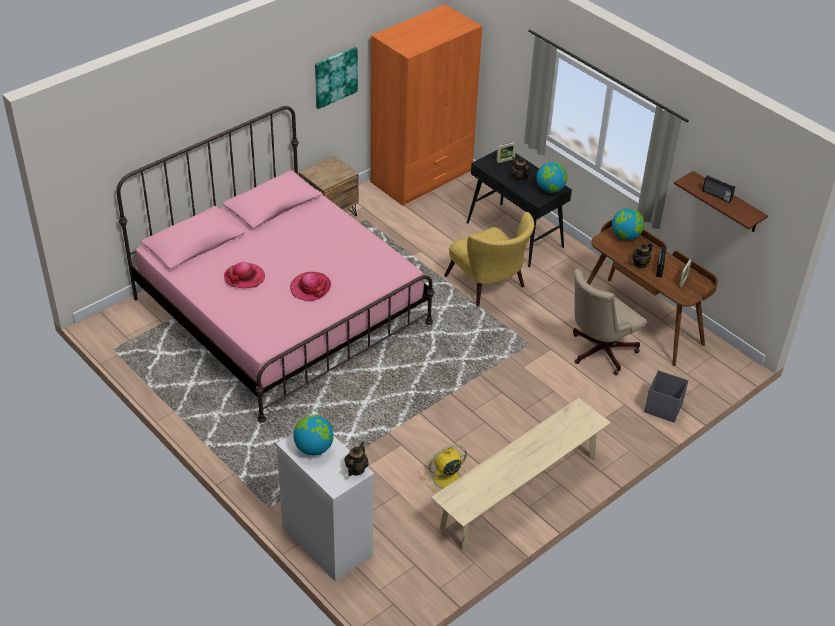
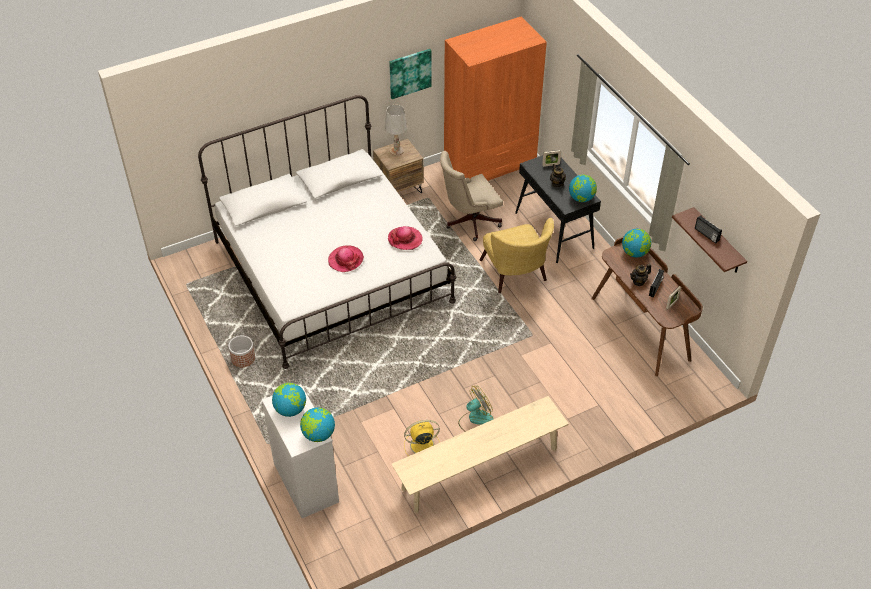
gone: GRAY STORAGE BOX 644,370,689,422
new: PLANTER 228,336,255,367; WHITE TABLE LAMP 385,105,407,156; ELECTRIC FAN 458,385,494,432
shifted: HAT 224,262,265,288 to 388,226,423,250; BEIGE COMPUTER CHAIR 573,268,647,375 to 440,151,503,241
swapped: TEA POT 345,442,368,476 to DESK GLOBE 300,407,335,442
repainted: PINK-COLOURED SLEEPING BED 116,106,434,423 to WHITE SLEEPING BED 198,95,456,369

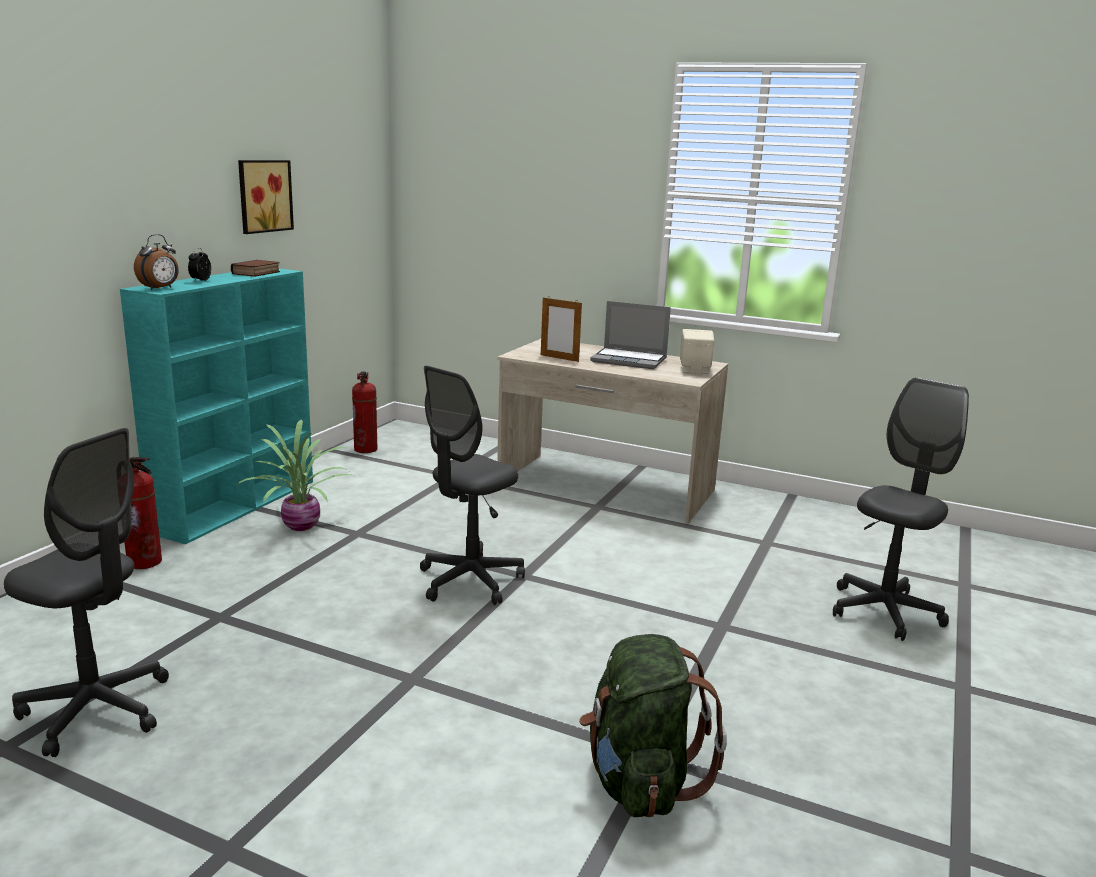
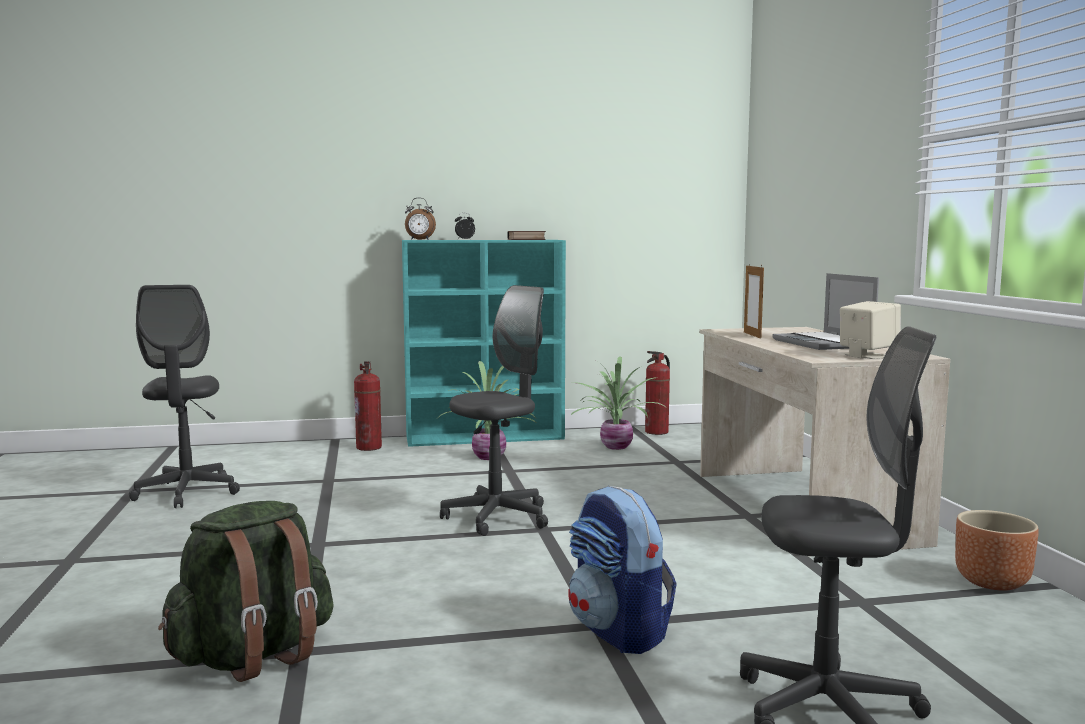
gone: WALL PICTURE 238,160,294,234
new: RUCKSACK 568,486,677,654; HOUSEPLANT 570,356,668,450; BROWNISH PLANTER 955,510,1039,591
rotated: GRAY COMPUTER CHAIR 420,366,525,605 = 440,285,548,536 135 degrees clockwise

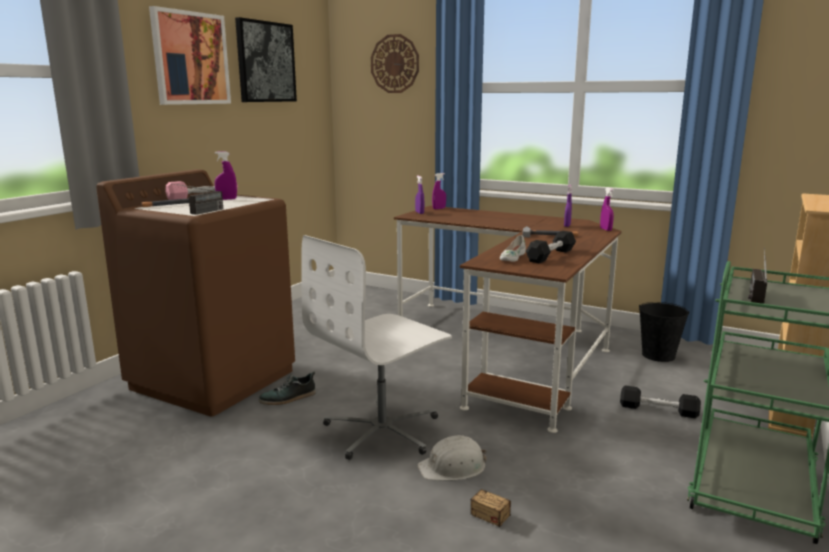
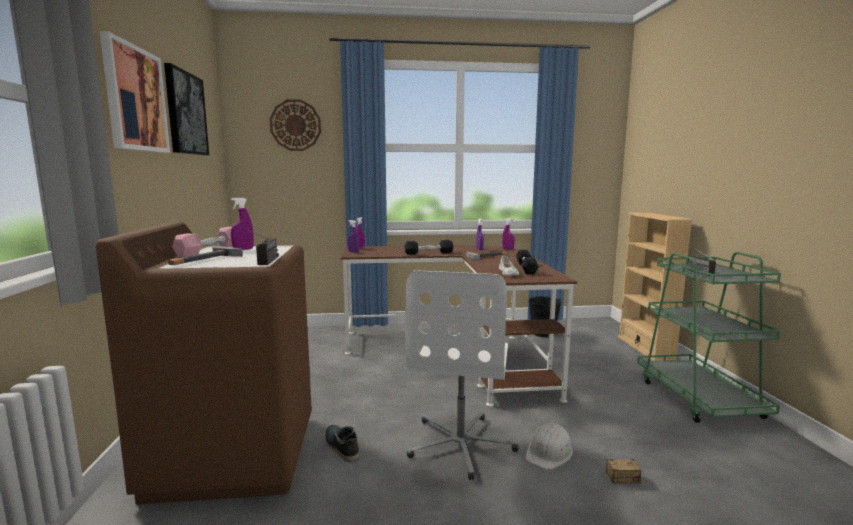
shifted: BLACK-COLOURED FREE WEIGHT 620,385,701,418 to 404,240,453,255
rotated: LOW SHOE 259,371,316,405 = 325,425,359,462 120 degrees clockwise

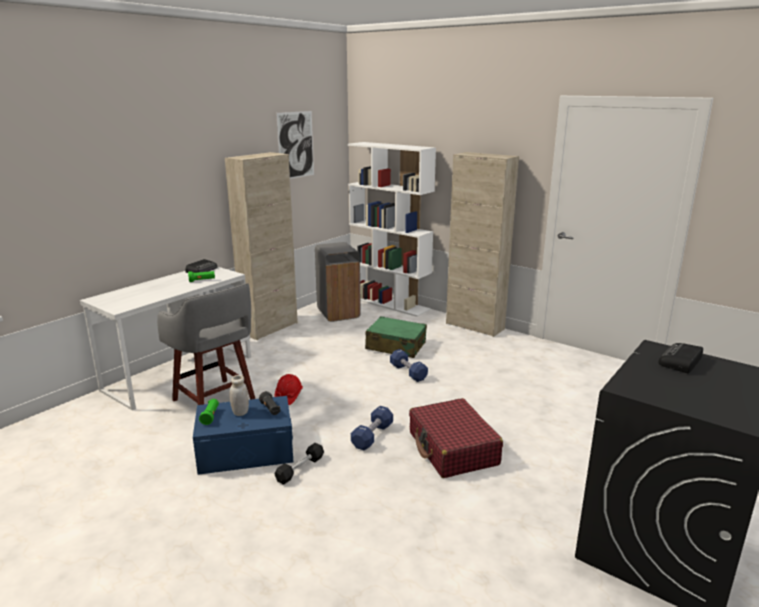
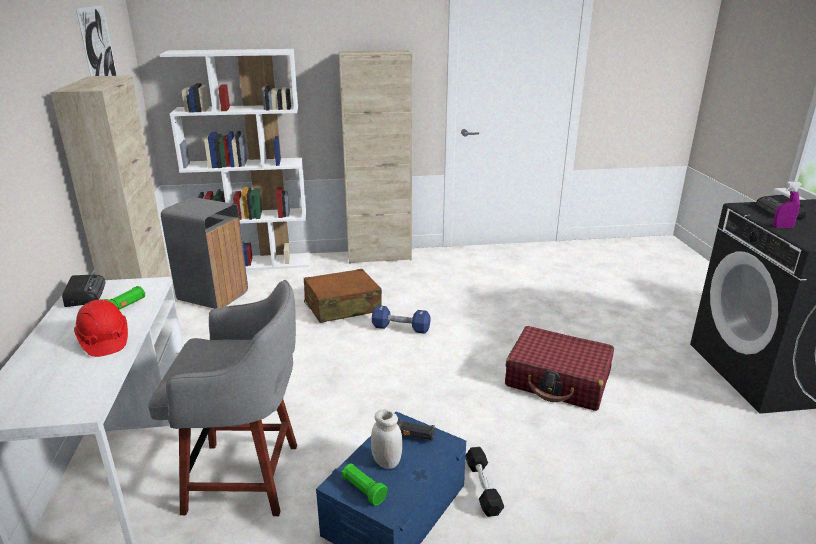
gone: BLUE FREE WEIGHT 351,406,393,450
new: PURPLISH SPRAYER 773,181,802,228
shifted: REDDISH HARD HAT 274,374,303,405 to 74,299,128,357
repainted: GREEN-COLOURED SUITCASE 365,316,427,358 to BROWNISH SUITCASE 304,269,382,323

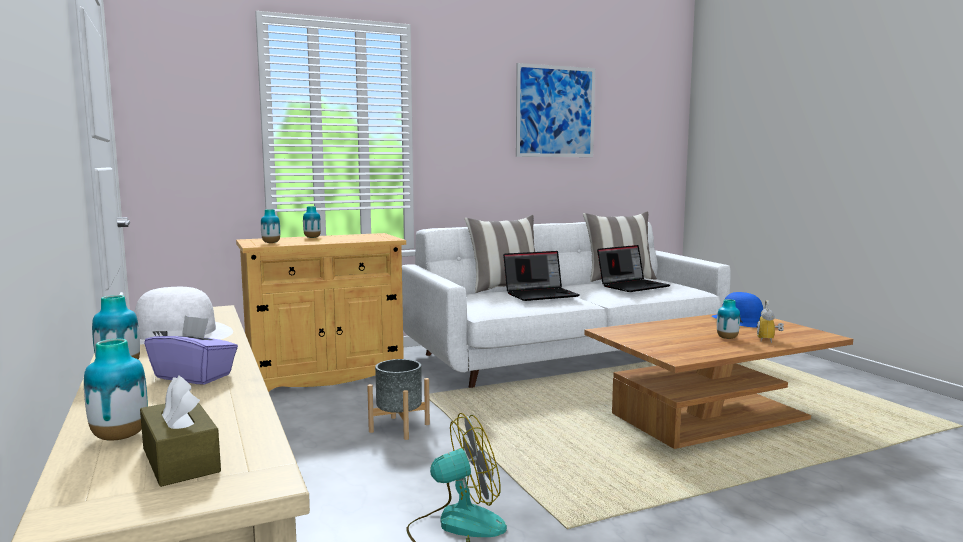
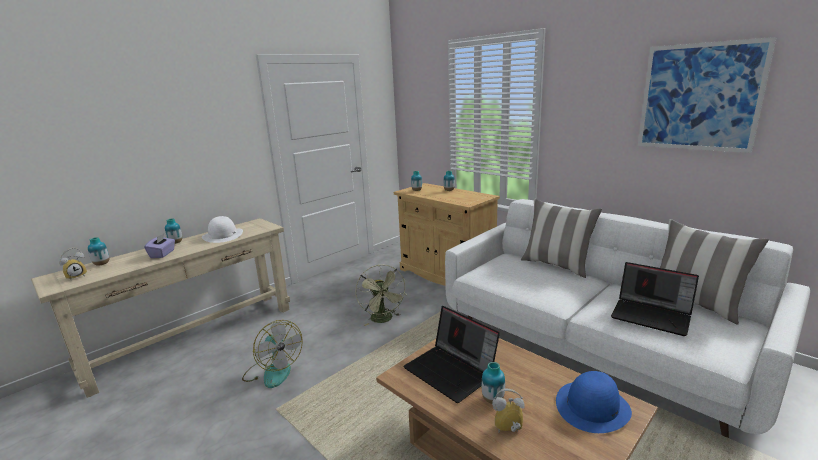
shifted: NOTEBOOK COMPUTER 503,251,580,301 to 403,306,500,403
swapped: BROWNISH TISSUE BOX 140,375,221,487 to ALARM CLOCK 59,248,87,281; GRAY PLANTER 367,359,430,440 to GREEN-COLOURED ELECTRIC FAN 356,264,407,326

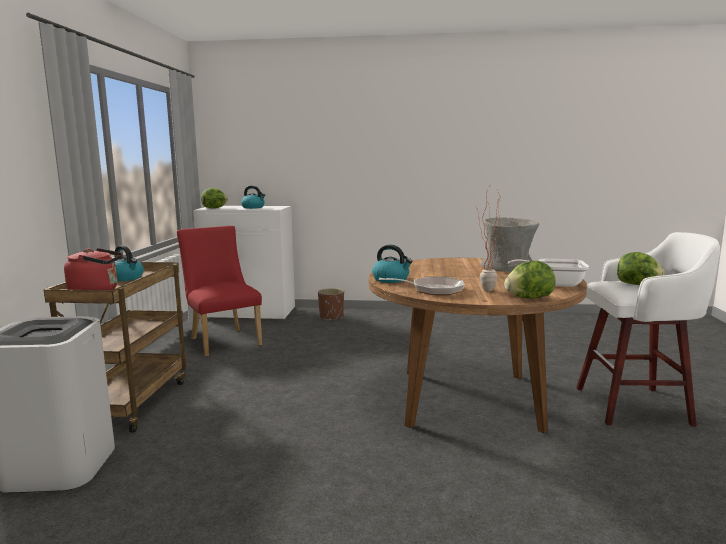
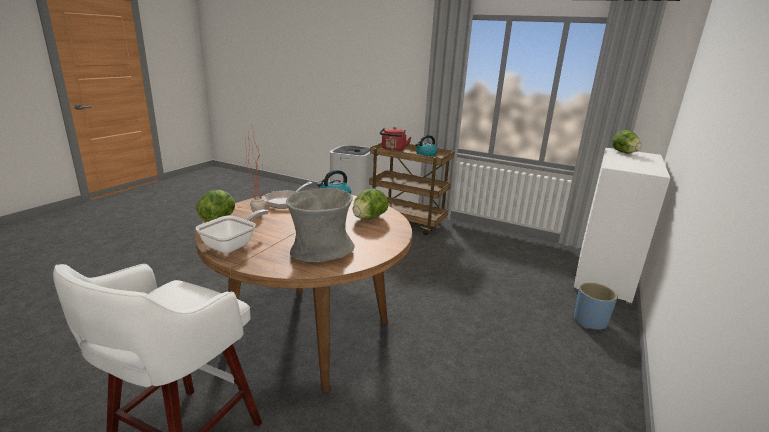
gone: REDDISH PLAIN CHAIR 177,226,262,357; TEA KETTLE 241,186,265,209
shifted: LETTUCE HEAD 617,252,664,285 to 353,189,388,220
repainted: BROWNISH PLANTER 318,288,344,321 to BLUE PLANTER 574,282,618,330

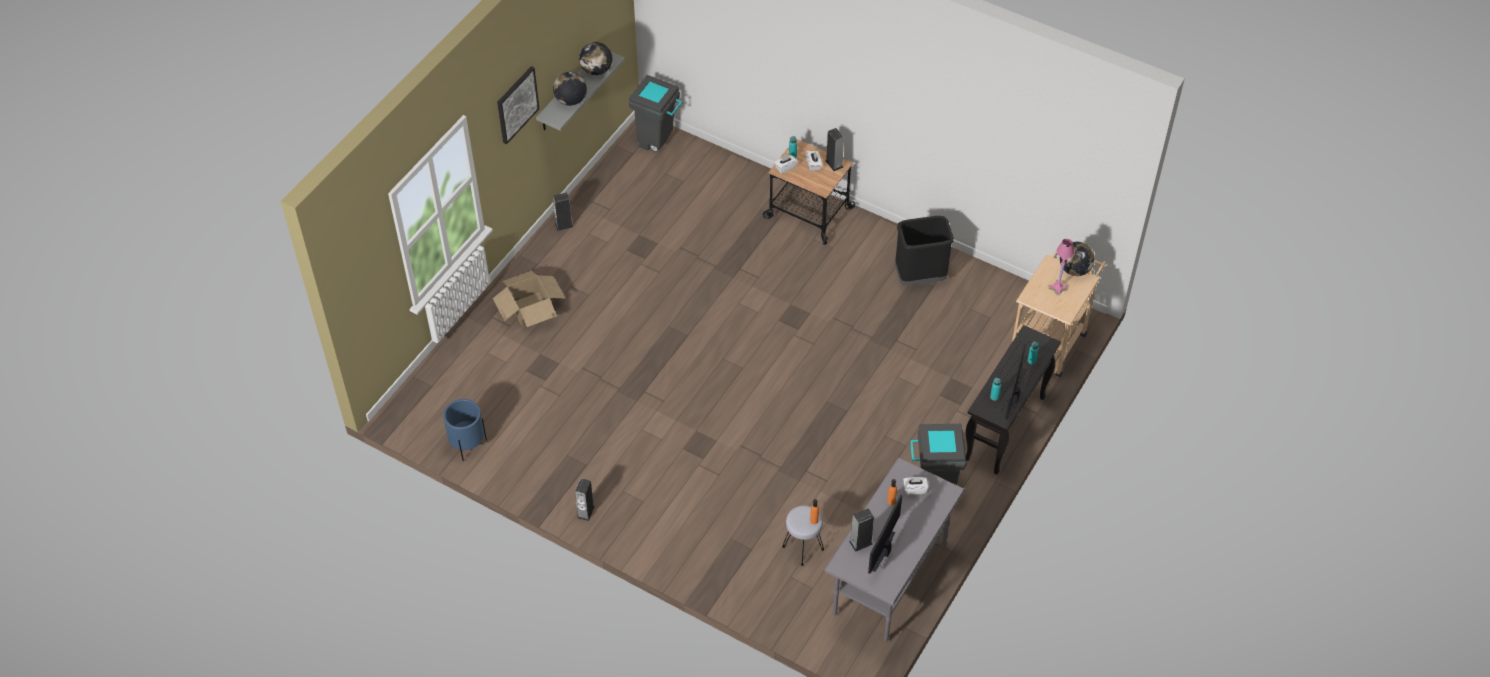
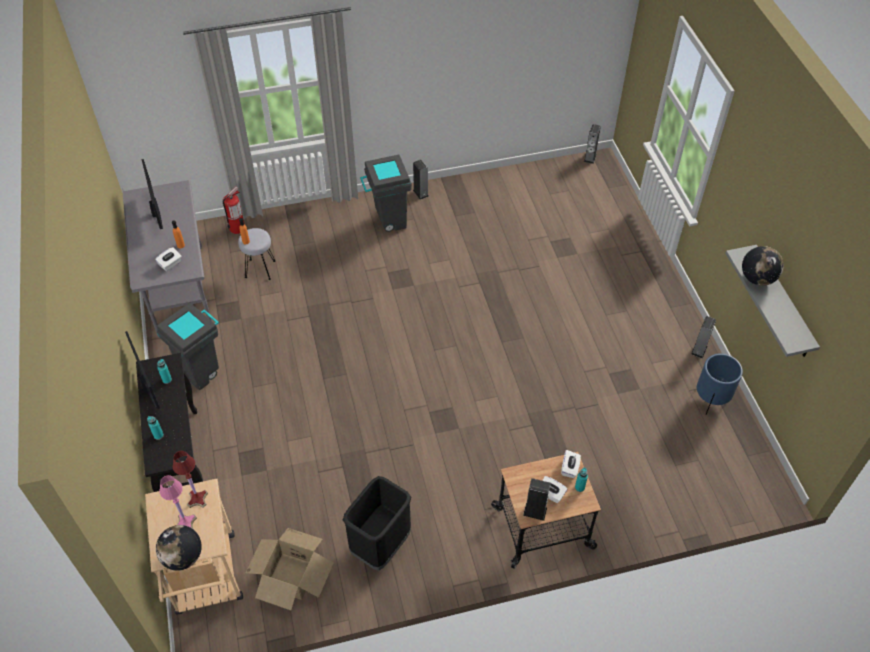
gone: WALL PICTURE 497,66,539,145; DESK GLOBE 579,42,612,75
new: REDDISH TABLE LAMP 173,451,208,508; FIRE EXTINGUISHER 223,187,245,234
shifted: BLUE PLANTER 443,399,487,461 to 697,354,743,415; CARTON 493,270,566,327 to 245,528,333,610; GRAY TRASH CAN 629,75,683,152 to 360,155,412,232; LOUDSPEAKER 849,508,874,552 to 584,124,601,164

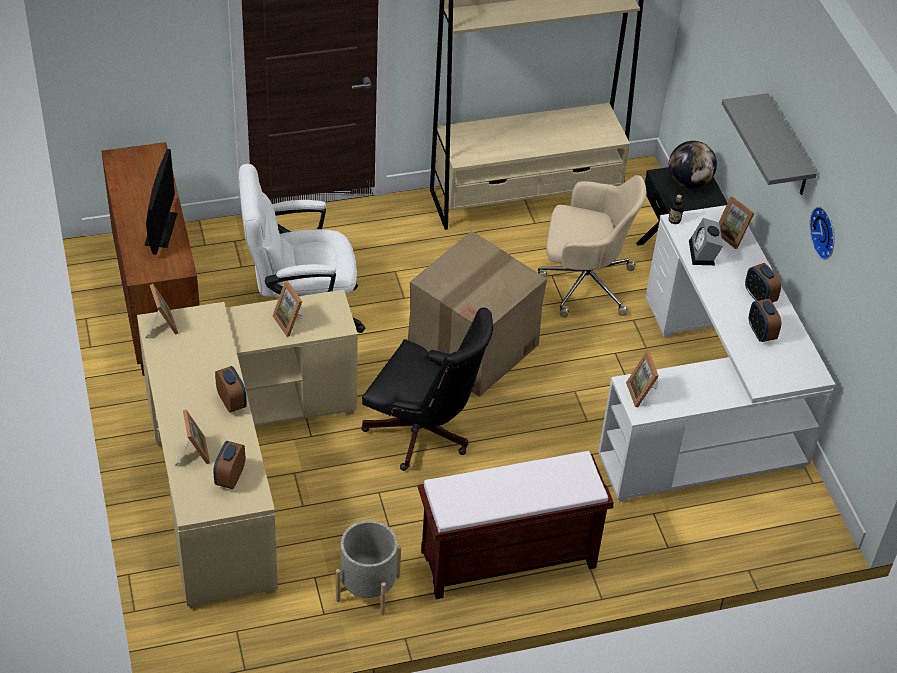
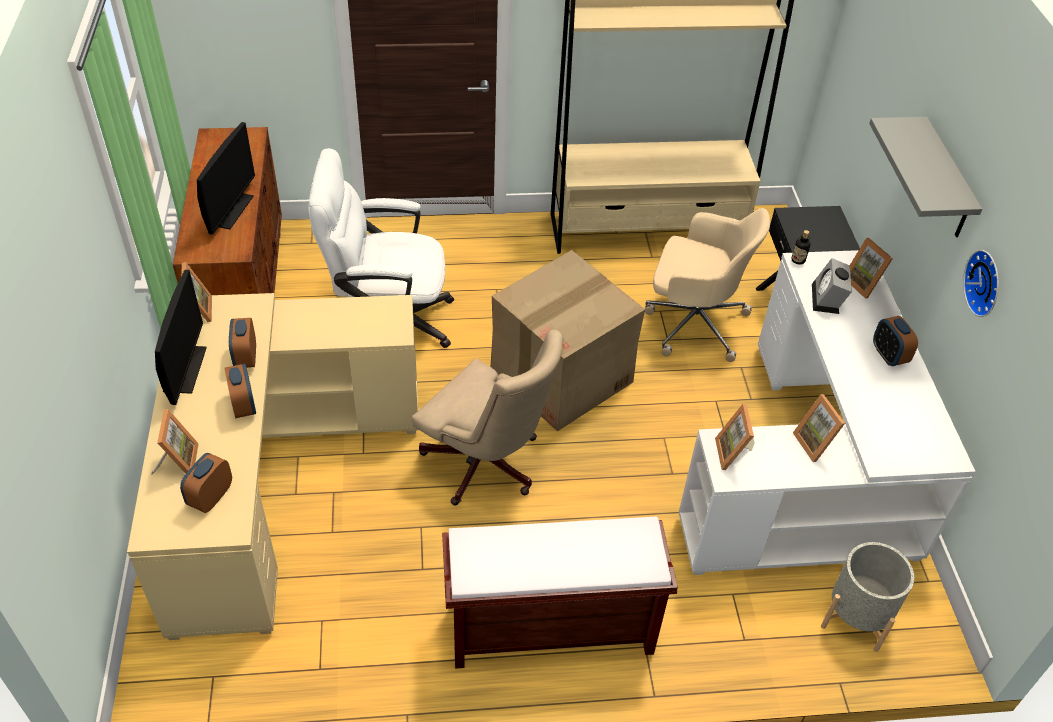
gone: DESK GLOBE 669,141,717,189
new: COMPUTER DISPLAY 155,270,207,405
shifted: PHOTO FRAME 273,281,303,337 to 793,394,845,462; GRAY PLANTER 336,520,401,615 to 821,542,914,652; ALARM CLOCK 749,299,781,342 to 229,318,256,368
repainted: BLACK-COLOURED COMPUTER CHAIR 361,307,493,471 to BEIGE COMPUTER CHAIR 412,329,563,506

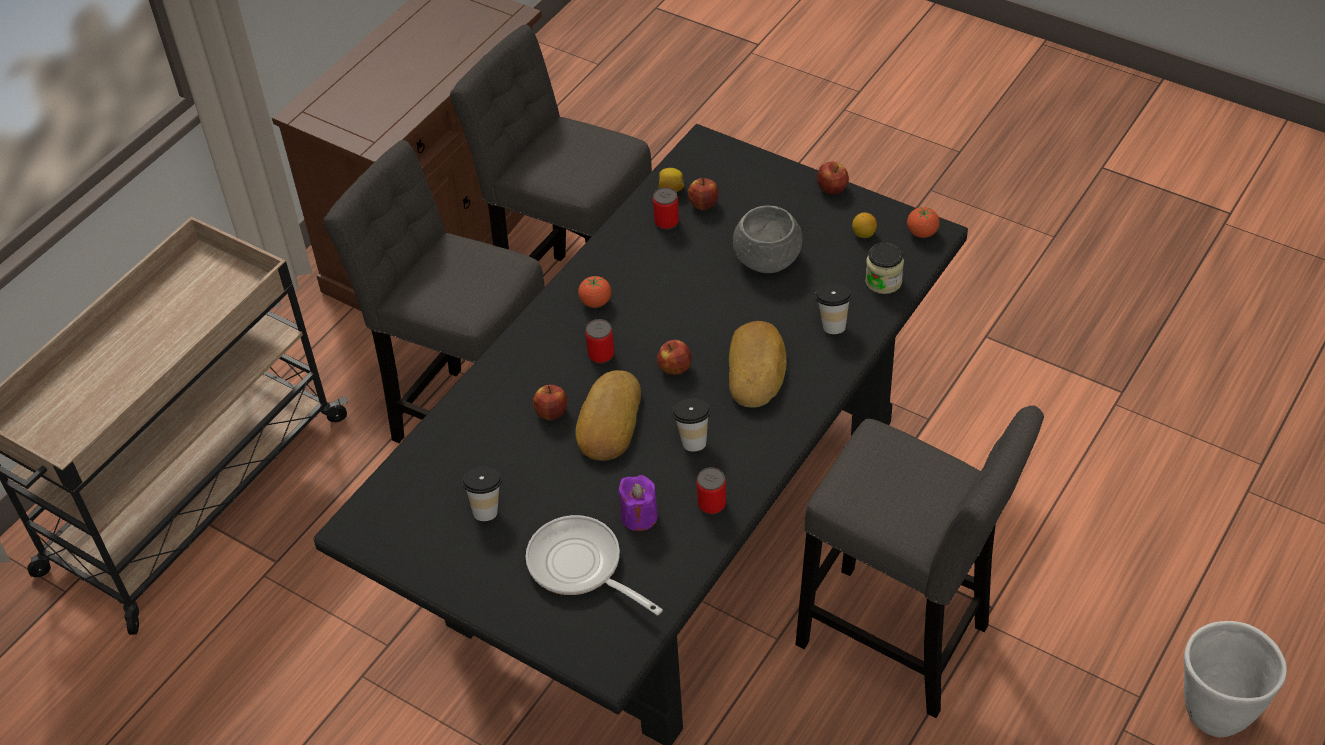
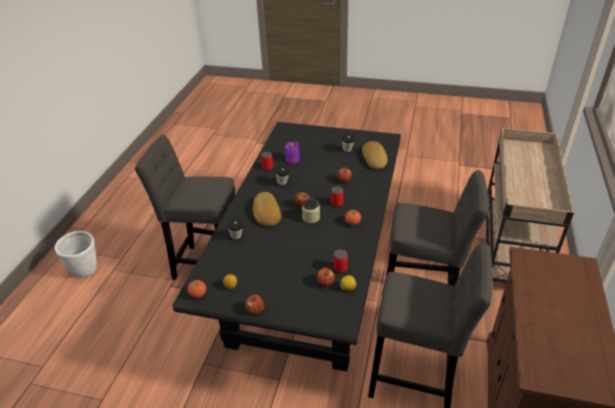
gone: SKILLET 526,515,663,615; GRAY BOWL 733,206,802,273
shifted: BAKED BREAD 576,370,641,461 to 362,141,388,169; PRESERVE JAR 865,242,904,294 to 302,199,320,223

